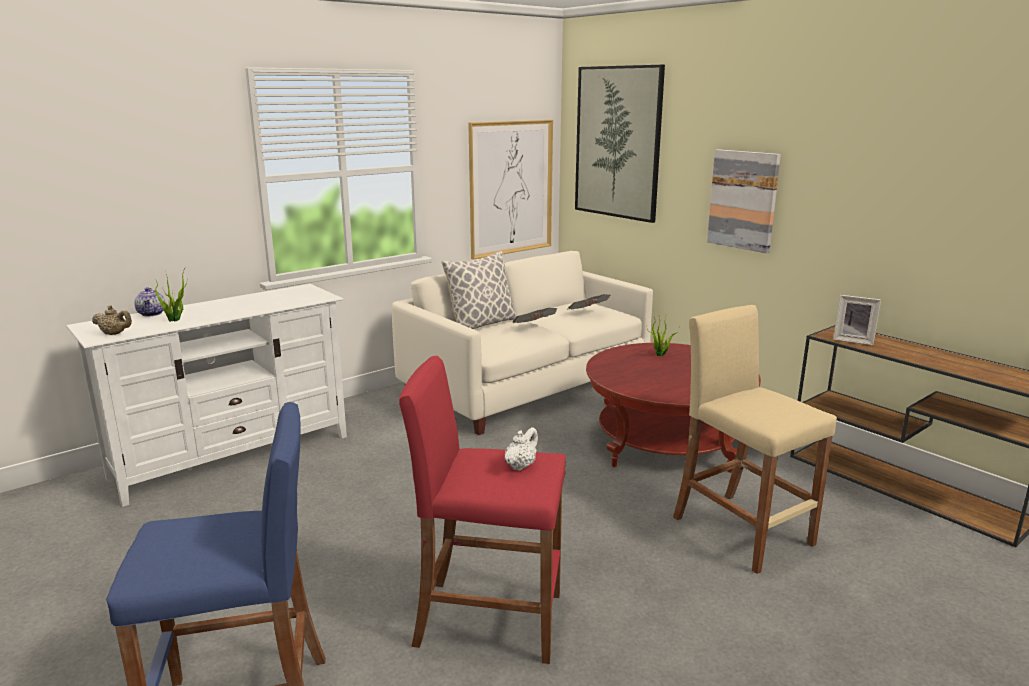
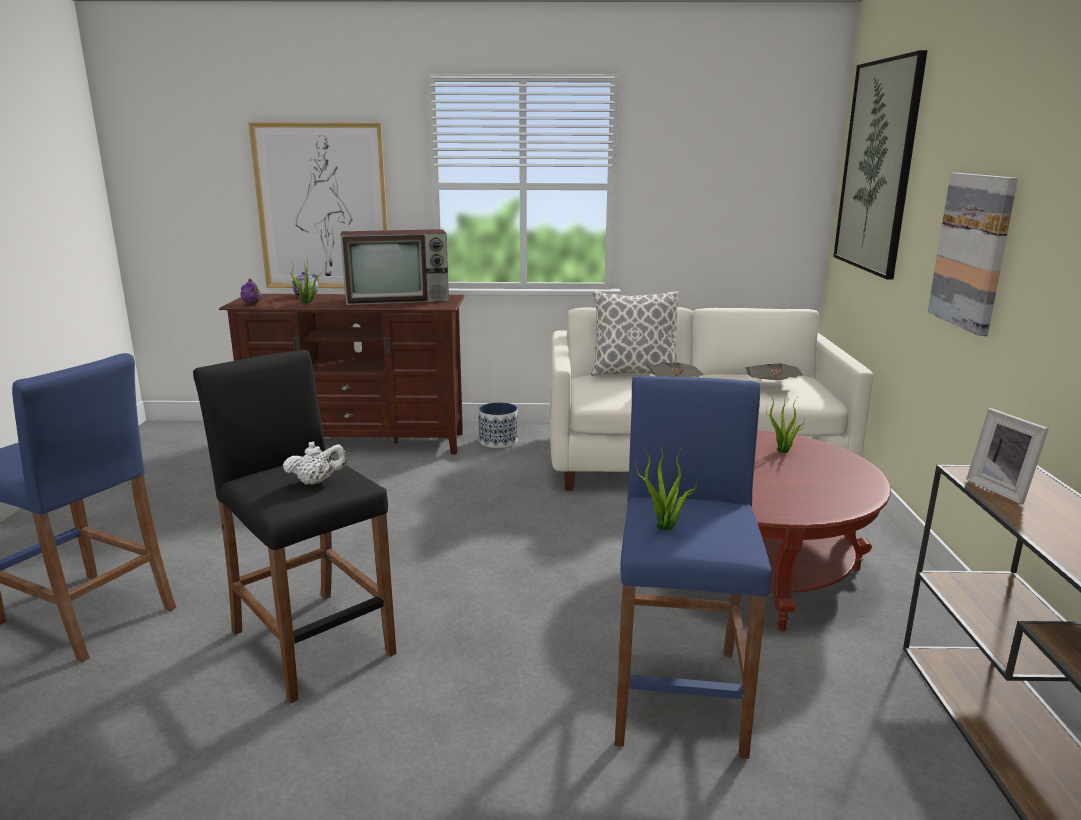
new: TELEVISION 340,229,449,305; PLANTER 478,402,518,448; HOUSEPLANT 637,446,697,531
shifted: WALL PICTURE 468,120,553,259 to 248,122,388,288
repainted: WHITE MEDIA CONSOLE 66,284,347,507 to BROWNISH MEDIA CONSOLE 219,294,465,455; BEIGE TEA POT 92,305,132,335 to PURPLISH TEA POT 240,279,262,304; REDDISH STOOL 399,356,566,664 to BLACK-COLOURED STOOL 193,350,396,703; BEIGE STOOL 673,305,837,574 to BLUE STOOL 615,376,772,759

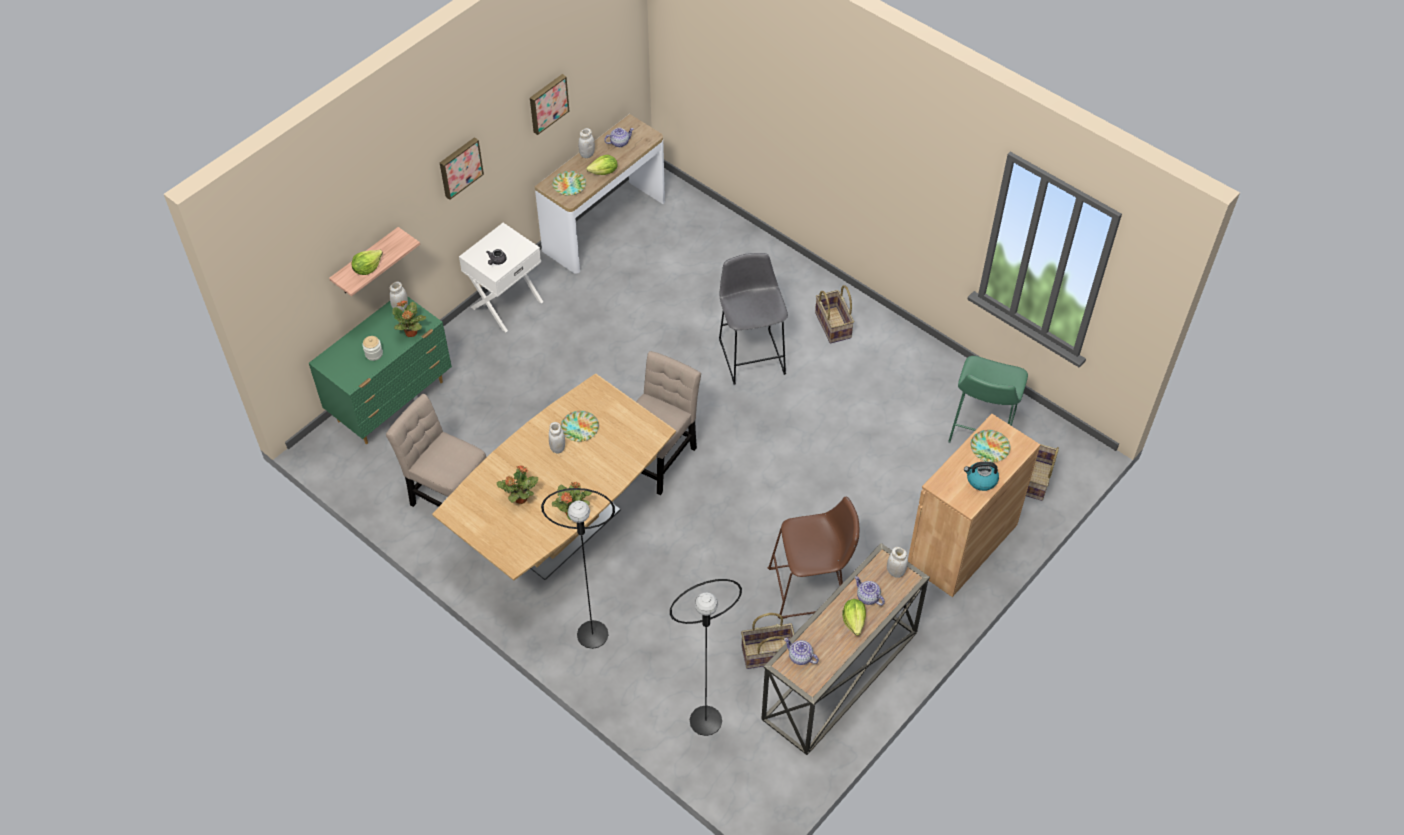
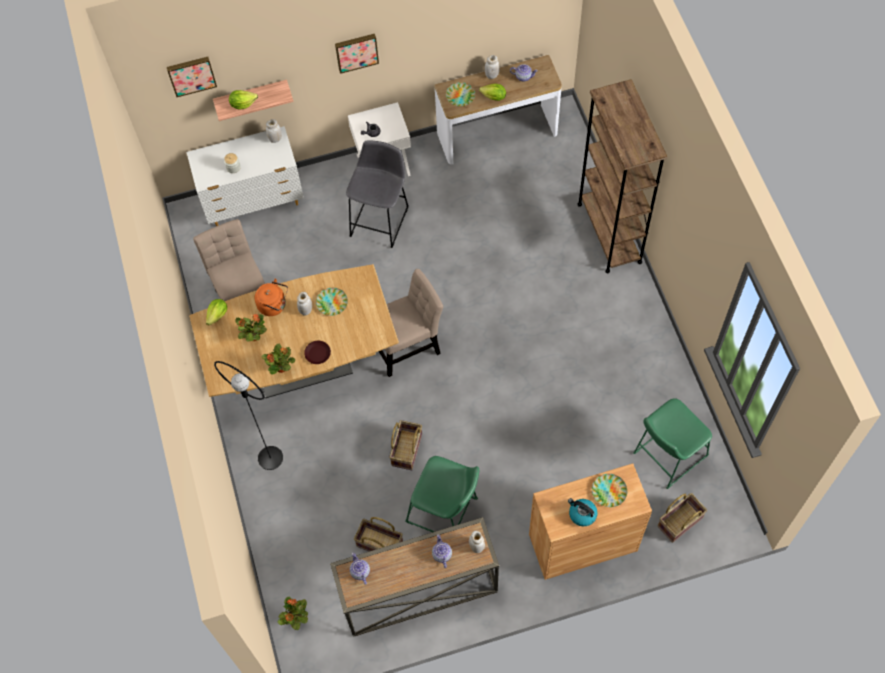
gone: BLACK-COLOURED FLOOR LAMP 670,579,742,736
new: ORANGE TEA KETTLE 255,278,288,316; BROWNISH PLATE 304,341,331,364; BROWNISH BOOKSHELF 577,79,667,273
shifted: HOUSEPLANT 393,300,426,337 to 278,597,308,630; WALL PICTURE 530,74,569,135 to 167,57,217,97; GRAY STOOL 719,253,788,384 to 346,141,409,248; HOUSEHOLD BASKET 815,285,854,343 to 389,420,422,470; LETTUCE HEAD 842,599,866,636 to 206,299,227,326
repainted: GREEN-COLOURED CHEST OF DRAWERS 309,296,452,444 to WHITE CHEST OF DRAWERS 186,126,304,226; BROWNISH STOOL 768,497,860,619 to GREEN-COLOURED STOOL 405,456,479,532

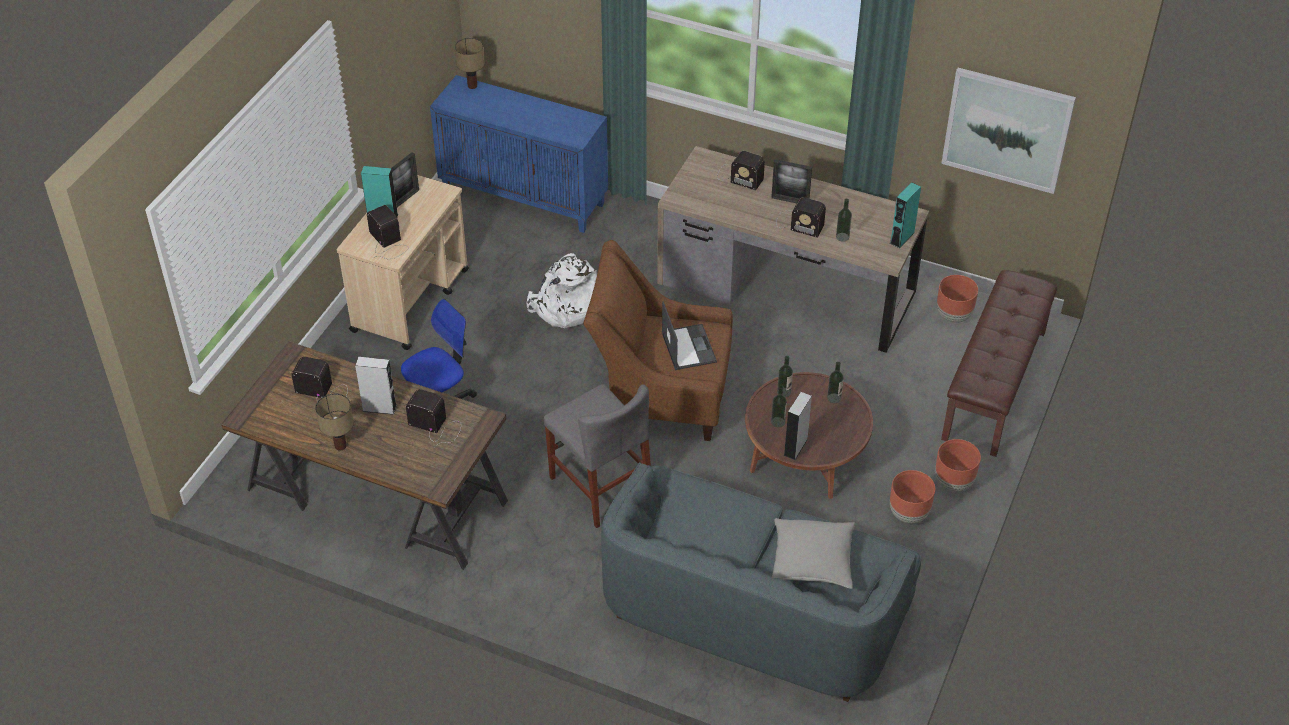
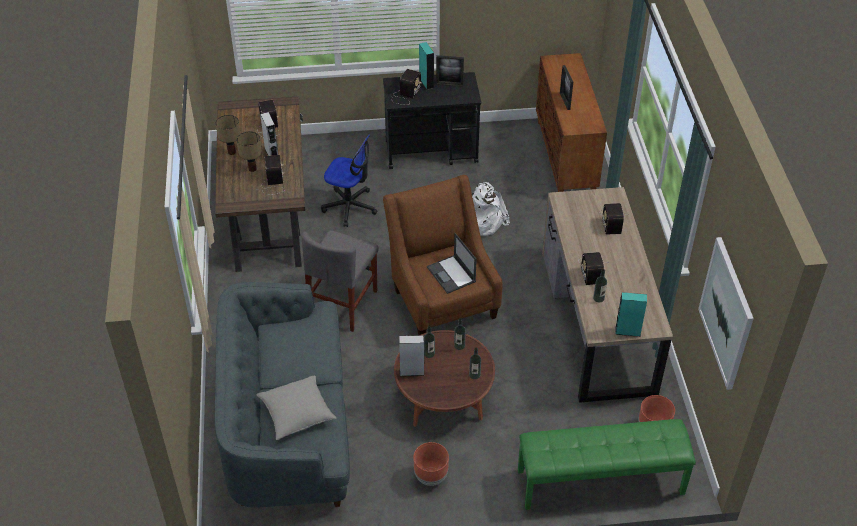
gone: BROWNISH PLANTER 935,439,981,492
shifted: TABLE LAMP 455,38,485,89 to 236,131,262,172; PHOTO FRAME 771,159,812,203 to 560,65,573,110
repainted: BEIGE WHEELED CART 337,175,469,350 to BLACK-COLOURED WHEELED CART 383,72,481,169; BLUE CABINET 430,75,608,233 to BROWNISH CABINET 536,53,607,192; BROWNISH LONG SEAT 941,270,1058,457 to GREEN-COLOURED LONG SEAT 518,419,696,510
rotated: NOTEBOOK COMPUTER 662,301,717,370 = 427,233,477,294 105 degrees clockwise

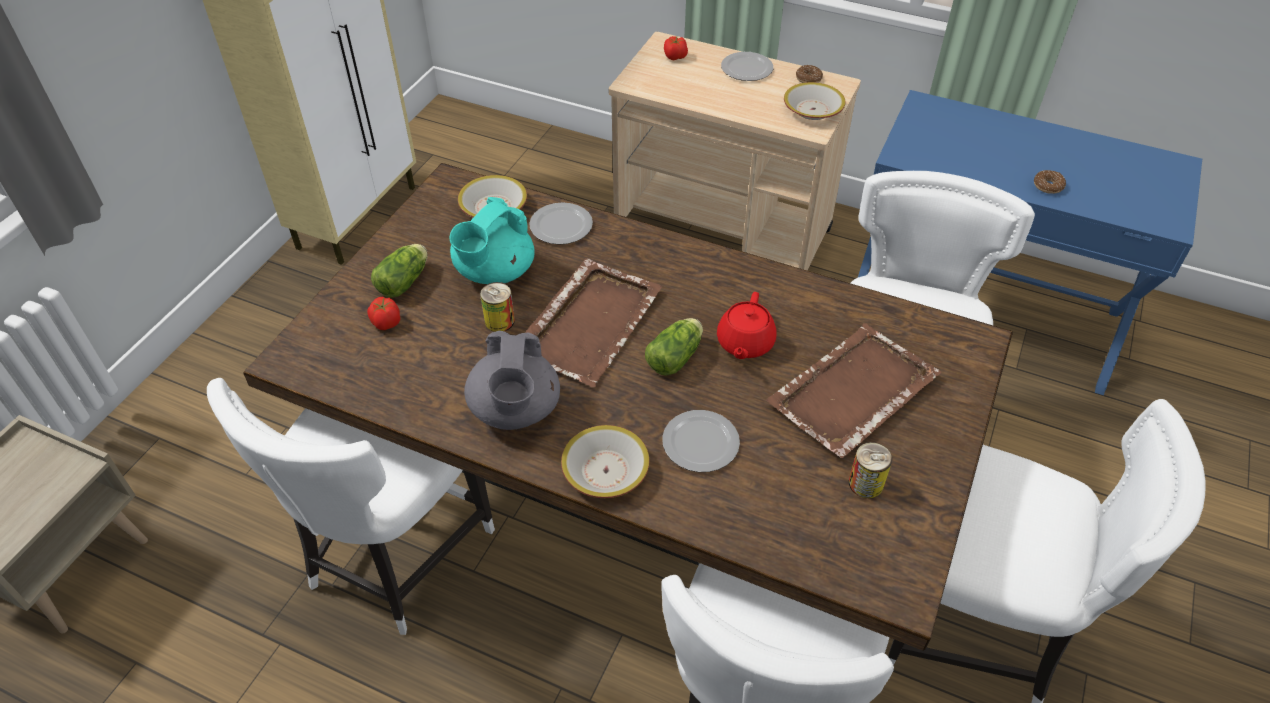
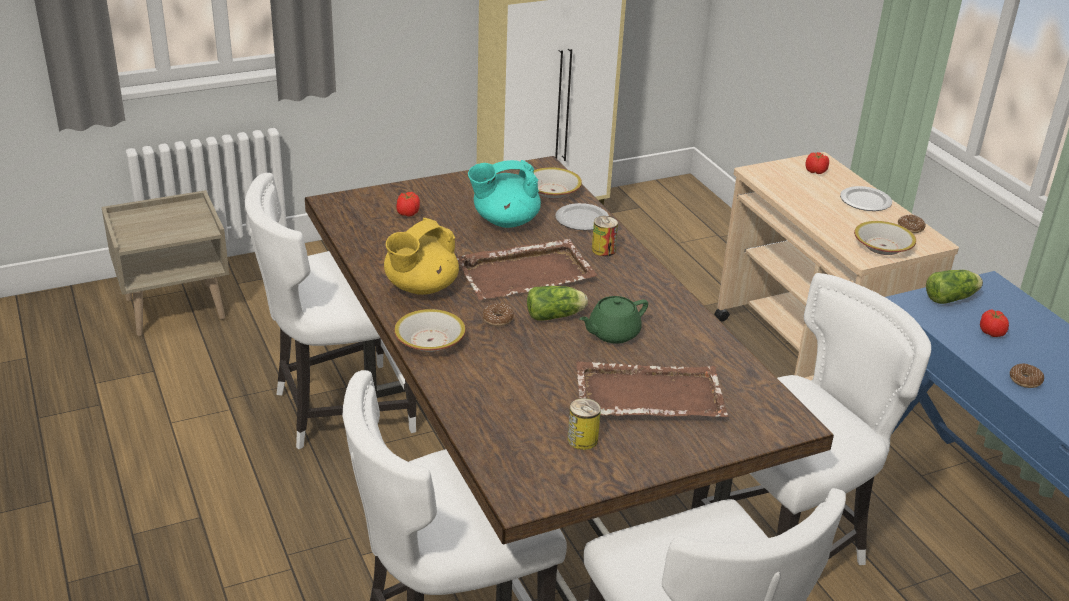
gone: PLATE 662,410,740,472
new: RING DOUGHNUT 482,303,514,326; FRESH TOMATO 980,310,1009,337
shifted: LETTUCE HEAD 371,244,428,298 to 926,270,983,304; METAL CAN 480,282,515,332 to 592,216,618,256
repainted: GRAY TEA POT 464,330,560,430 to YELLOWISH TEA POT 384,218,459,295; REDDISH TEA POT 717,292,777,359 to GREEN-COLOURED TEA POT 579,296,648,344

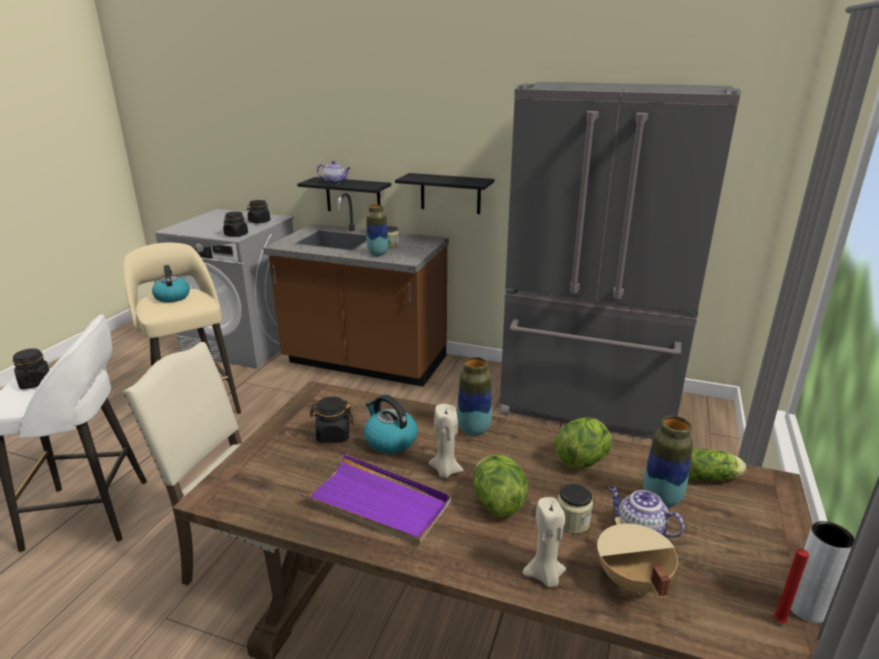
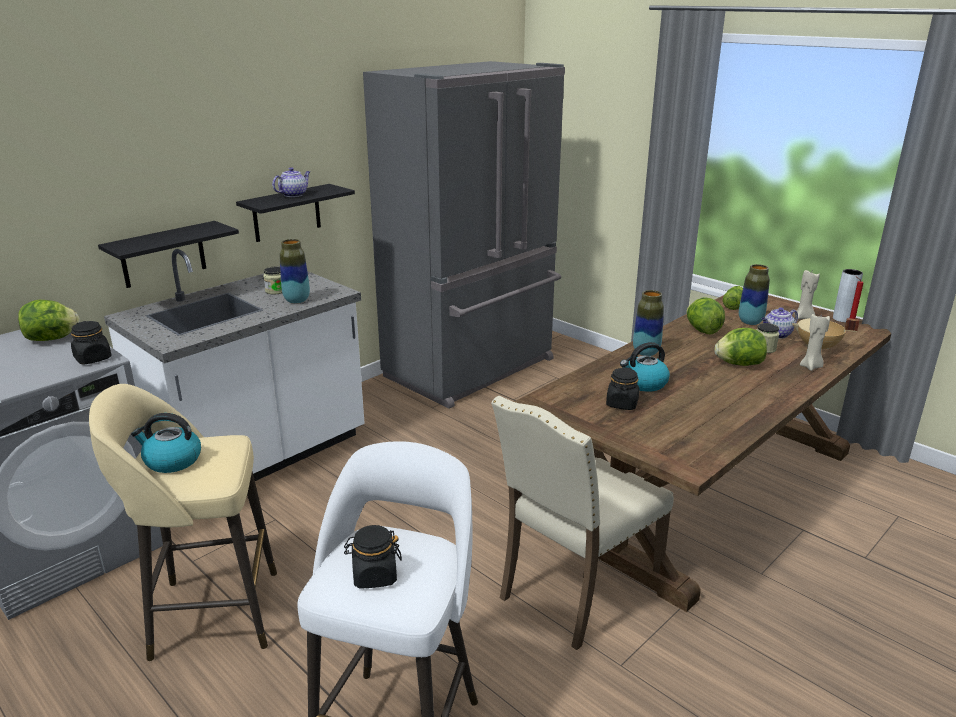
gone: PURPLISH TRAY 301,454,451,545
shifted: TEA POT 317,161,351,184 to 272,167,310,197; BEIGE WAX CANDLE 429,404,464,478 to 794,270,820,319
swapped: BLACK-COLOURED PRESERVE JAR 247,200,270,223 to LETTUCE HEAD 18,300,80,341
repainted: BROWNISH KITCHEN COUNTER 263,193,449,387 to WHITE KITCHEN COUNTER 104,249,364,481

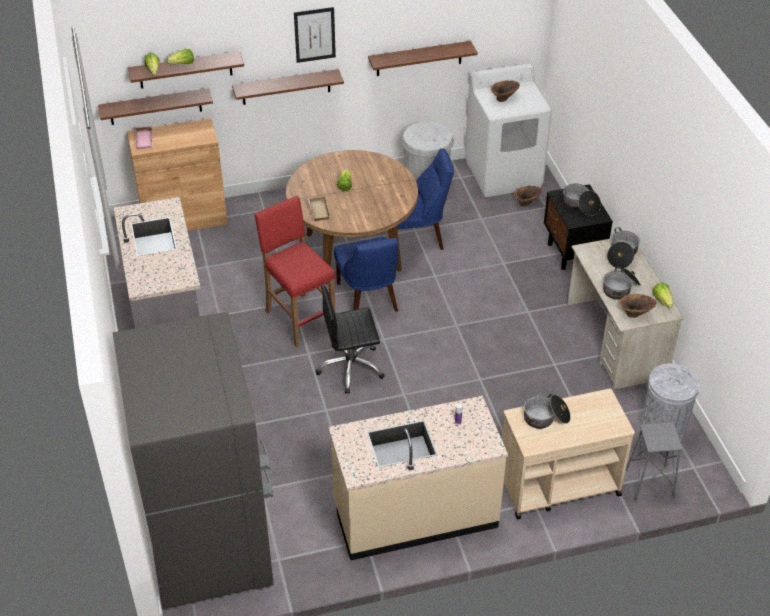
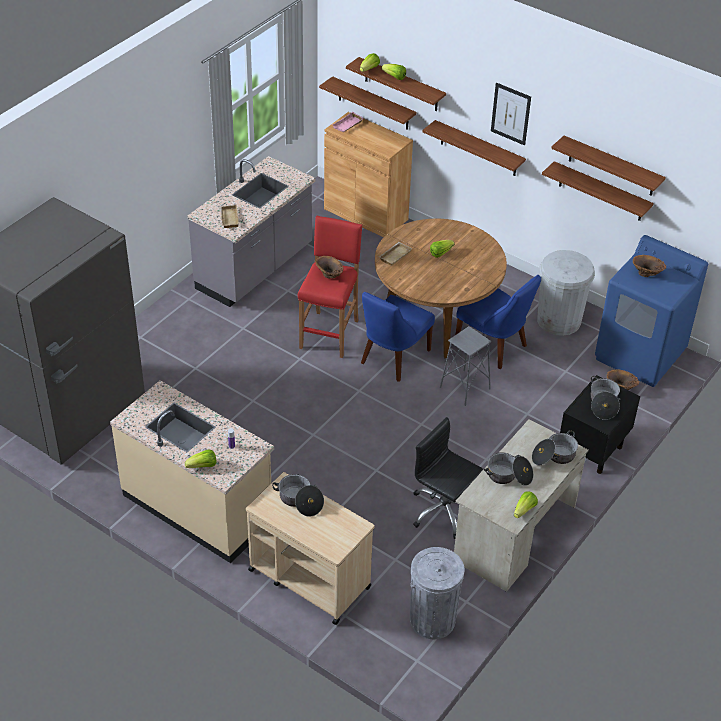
new: LETTUCE HEAD 185,450,216,468; BEIGE TRAY 220,205,240,228; WALL SHELF 551,136,666,196
shifted: BLACK-COLOURED COMPUTER CHAIR 316,285,385,394 to 413,417,484,539; BROWNISH FLOWER VASE 620,294,656,318 to 316,256,344,279; GRAY STOOL 626,422,683,503 to 440,326,491,406
repainted: WHITE LAUNDRY MACHINE 465,63,552,197 to BLUE LAUNDRY MACHINE 595,235,708,387

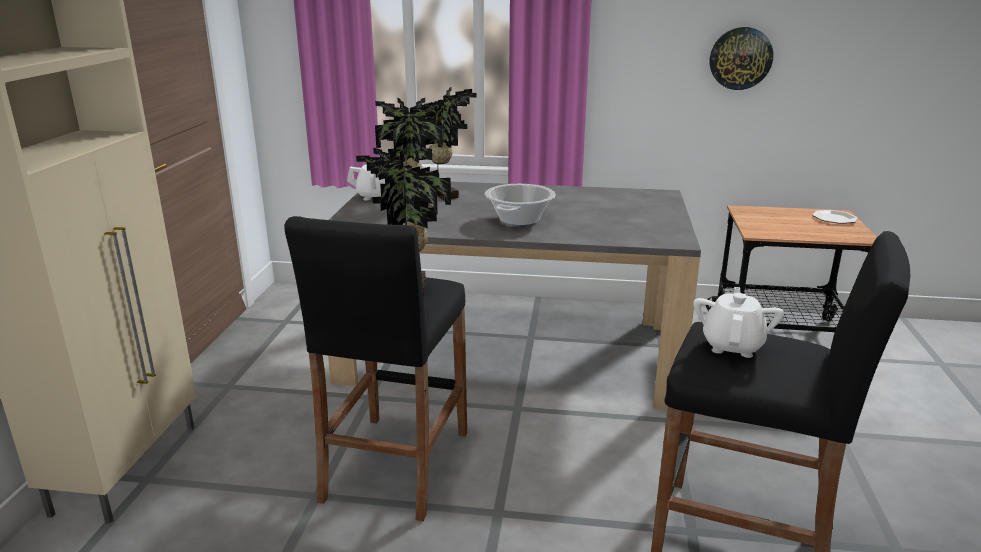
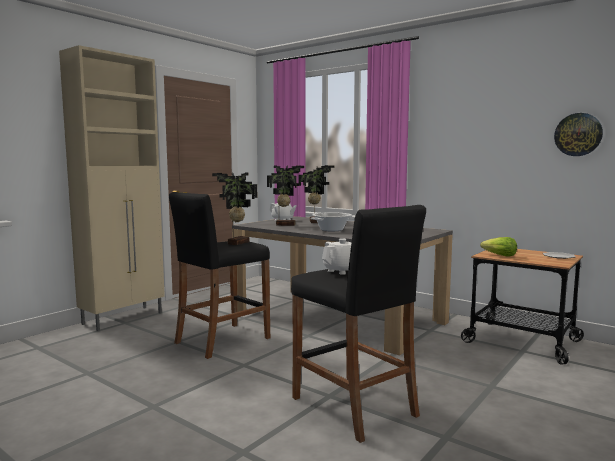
new: LETTUCE HEAD 480,237,517,257
shifted: HANGING CLOCK 710,27,773,90 to 554,113,603,156

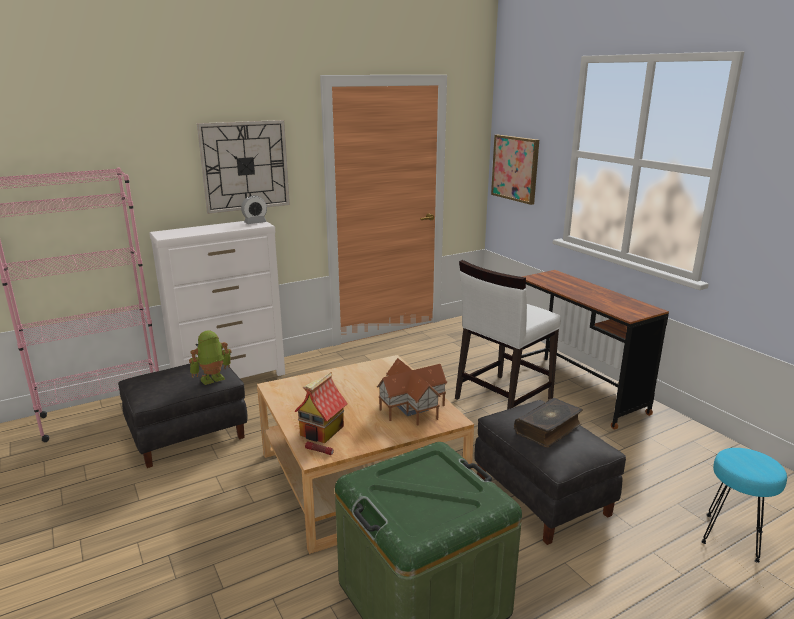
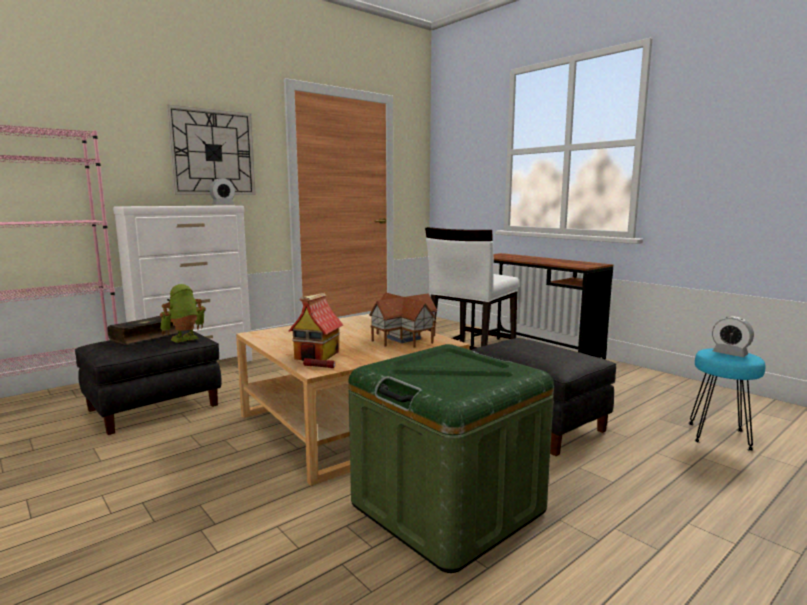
gone: WALL PICTURE 491,135,539,205
new: ALARM CLOCK 712,316,754,357
shifted: BOUND BOOK 514,398,583,447 to 108,316,178,345

